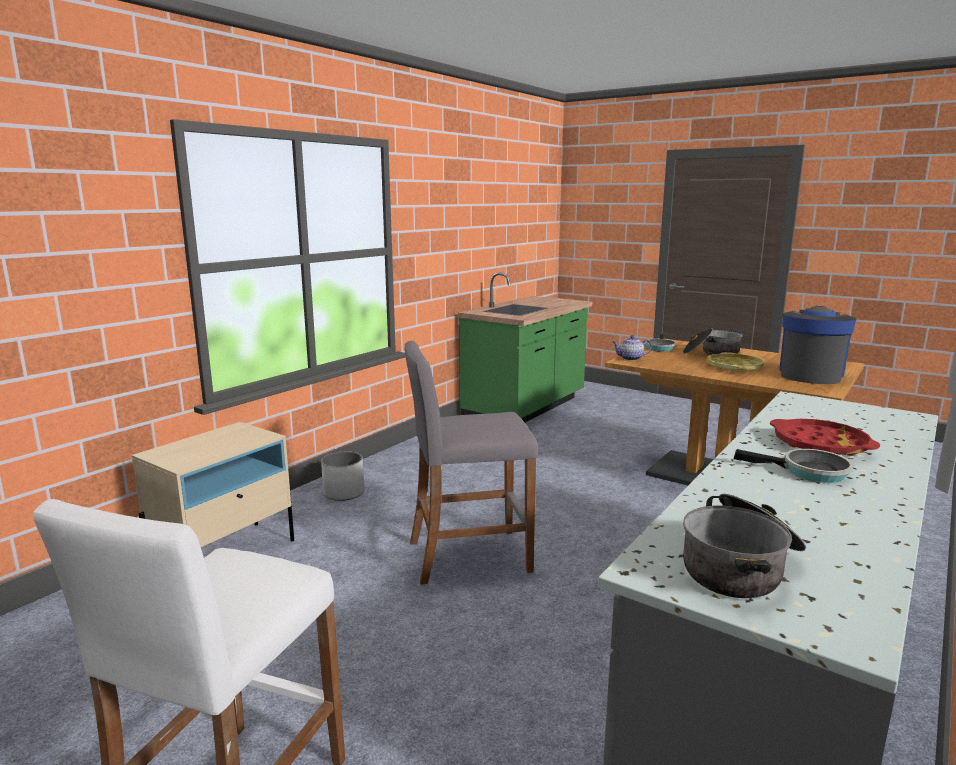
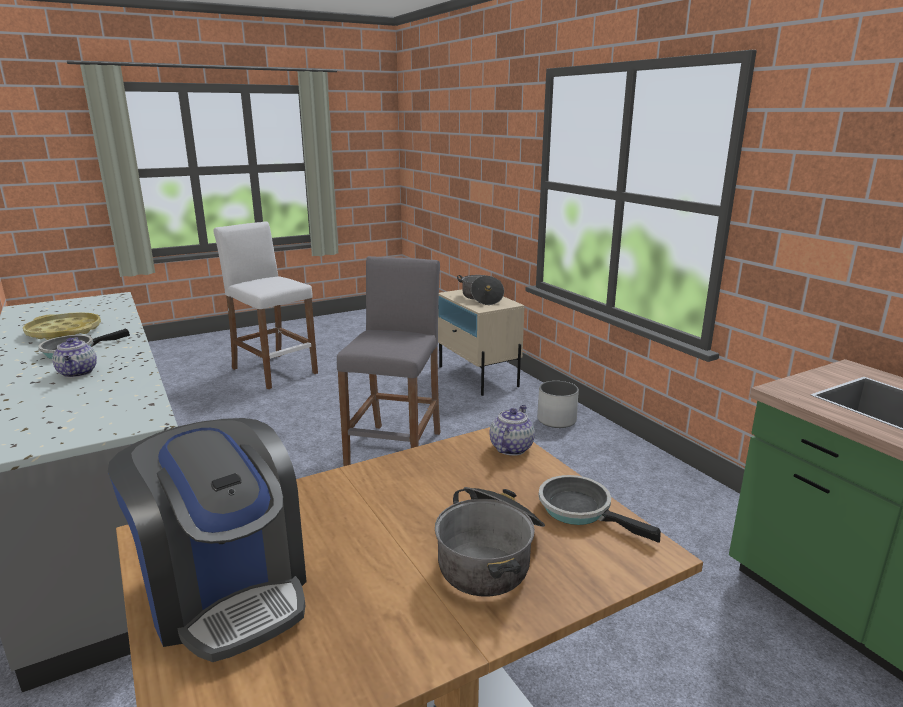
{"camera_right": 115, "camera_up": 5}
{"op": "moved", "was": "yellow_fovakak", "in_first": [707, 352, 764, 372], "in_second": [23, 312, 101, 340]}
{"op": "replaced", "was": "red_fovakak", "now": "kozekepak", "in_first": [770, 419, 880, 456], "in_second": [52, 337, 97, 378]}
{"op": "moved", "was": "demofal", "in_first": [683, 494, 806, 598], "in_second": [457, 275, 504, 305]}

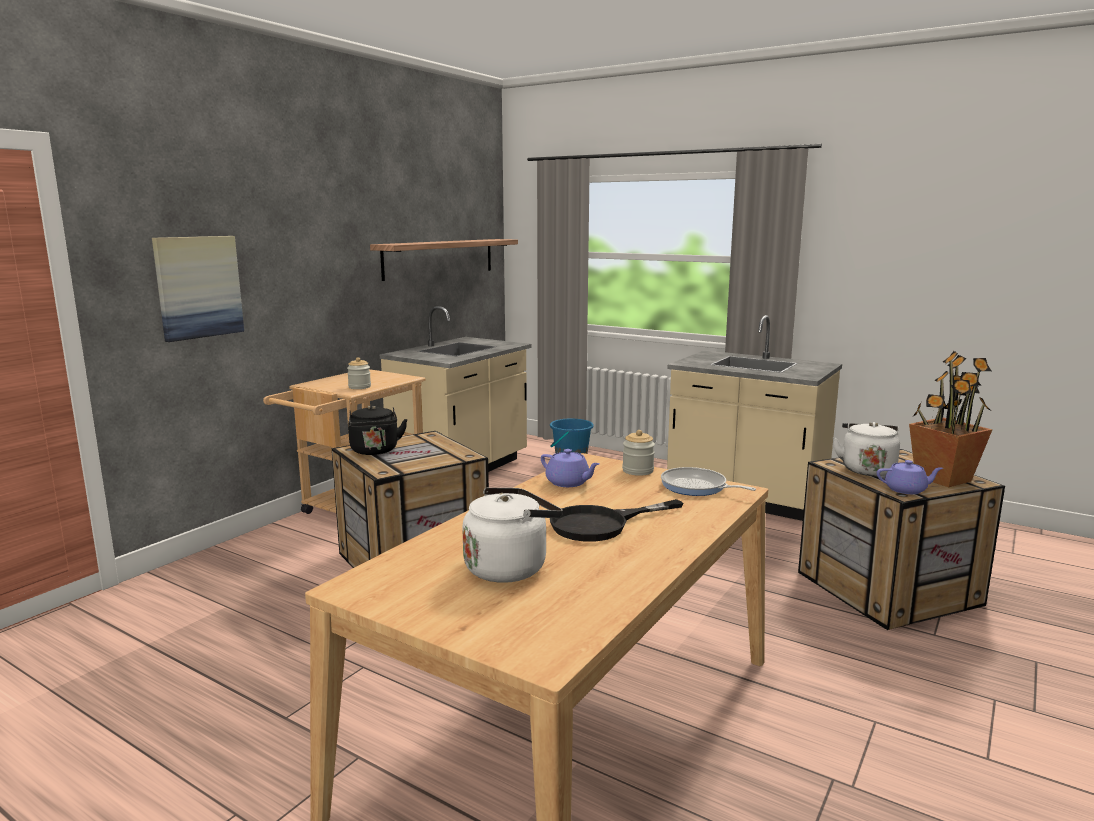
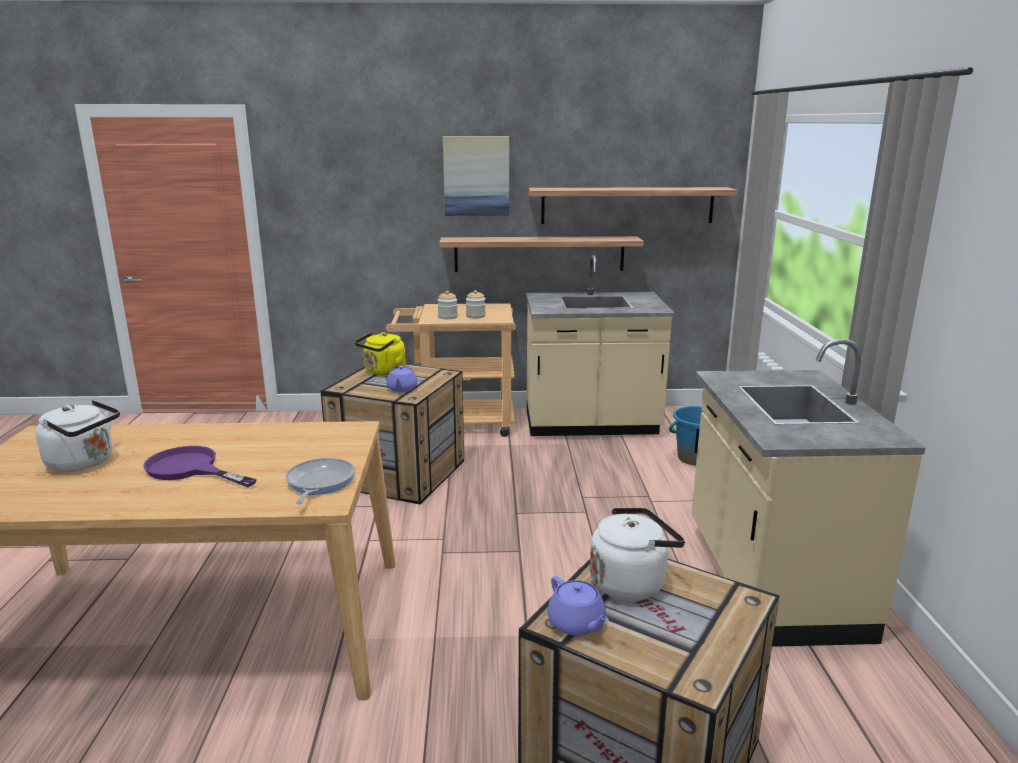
{"camera_right": 55, "camera_up": 5}
{"op": "moved", "was": "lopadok", "in_first": [152, 236, 244, 342], "in_second": [443, 136, 509, 216]}
{"op": "removed", "was": "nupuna", "in_first": [909, 351, 993, 487]}
{"op": "recoloured", "was": "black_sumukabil", "now": "yellow_sumukabil", "in_first": [348, 405, 408, 455], "in_second": [354, 332, 405, 375]}
{"op": "moved", "was": "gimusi", "in_first": [622, 430, 655, 476], "in_second": [466, 290, 486, 318]}
{"op": "moved", "was": "purple_kozekepak", "in_first": [541, 449, 600, 487], "in_second": [386, 365, 418, 392]}
{"op": "recoloured", "was": "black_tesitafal", "now": "purple_tesitafal", "in_first": [550, 499, 683, 541], "in_second": [143, 446, 257, 488]}
{"op": "added", "now": "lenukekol", "in_second": [439, 236, 644, 272]}

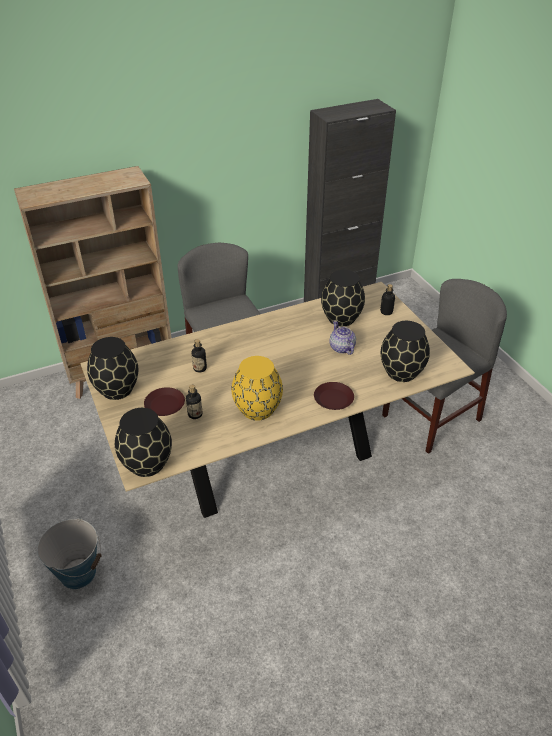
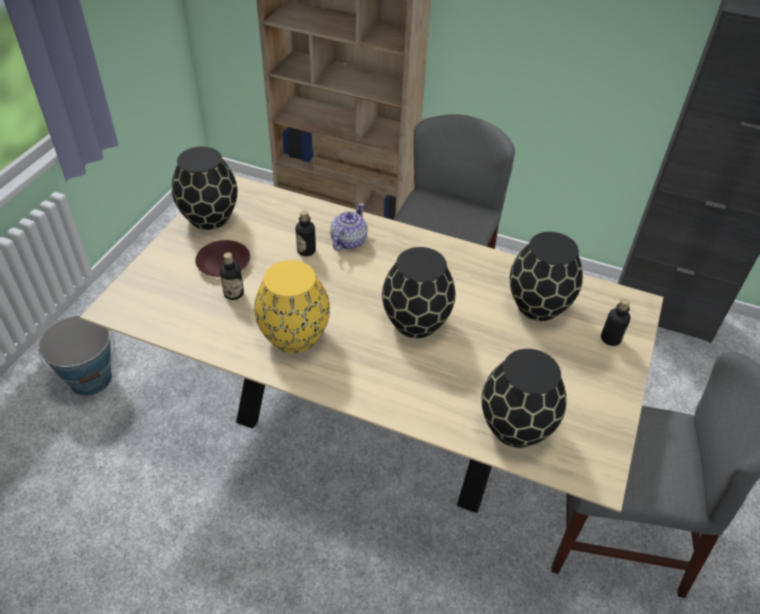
{"camera_right": 45, "camera_up": 5}
{"op": "moved", "was": "kozekepak", "in_first": [329, 321, 356, 355], "in_second": [330, 203, 368, 251]}
{"op": "removed", "was": "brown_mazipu", "in_first": [314, 382, 354, 410]}
{"op": "moved", "was": "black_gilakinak", "in_first": [115, 408, 172, 477], "in_second": [382, 247, 455, 338]}

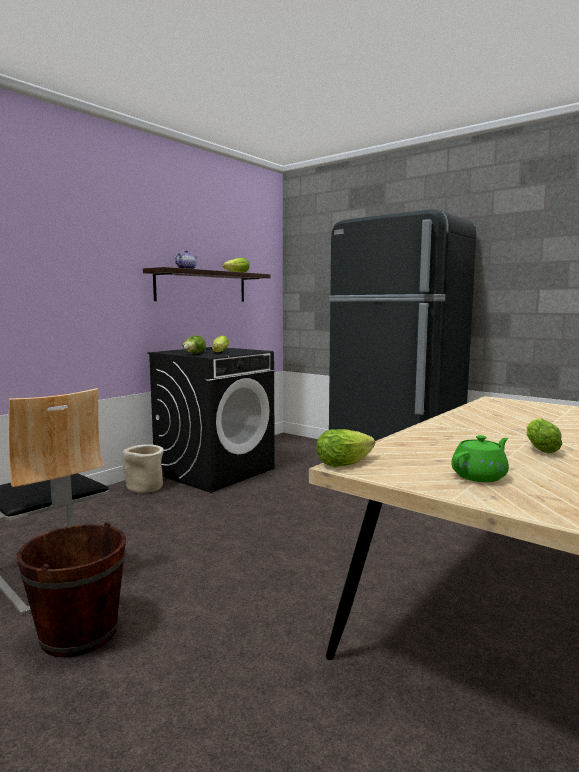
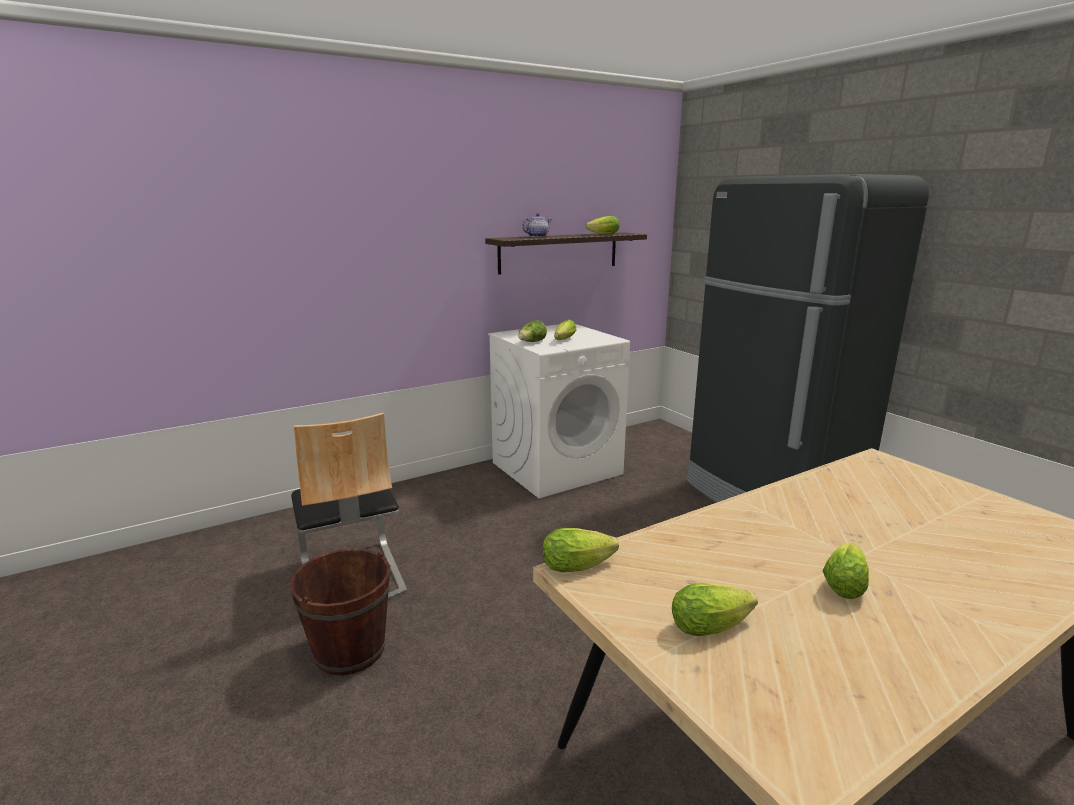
{"camera_right": 20, "camera_up": 10}
{"op": "recoloured", "was": "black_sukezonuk", "now": "white_sukezonuk", "in_first": [147, 347, 275, 493], "in_second": [488, 324, 630, 498]}
{"op": "replaced", "was": "green_kozekepak", "now": "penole", "in_first": [451, 435, 509, 482], "in_second": [672, 583, 758, 636]}
{"op": "removed", "was": "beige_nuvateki", "in_first": [123, 444, 164, 493]}

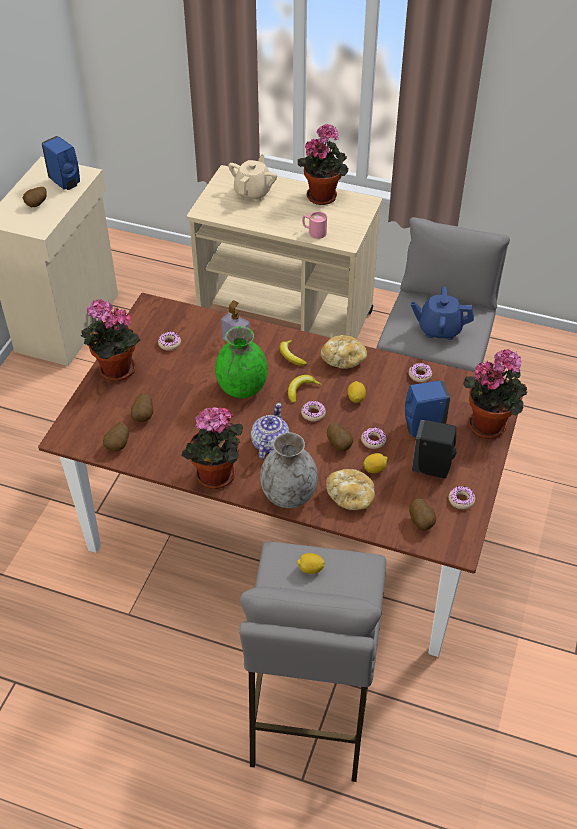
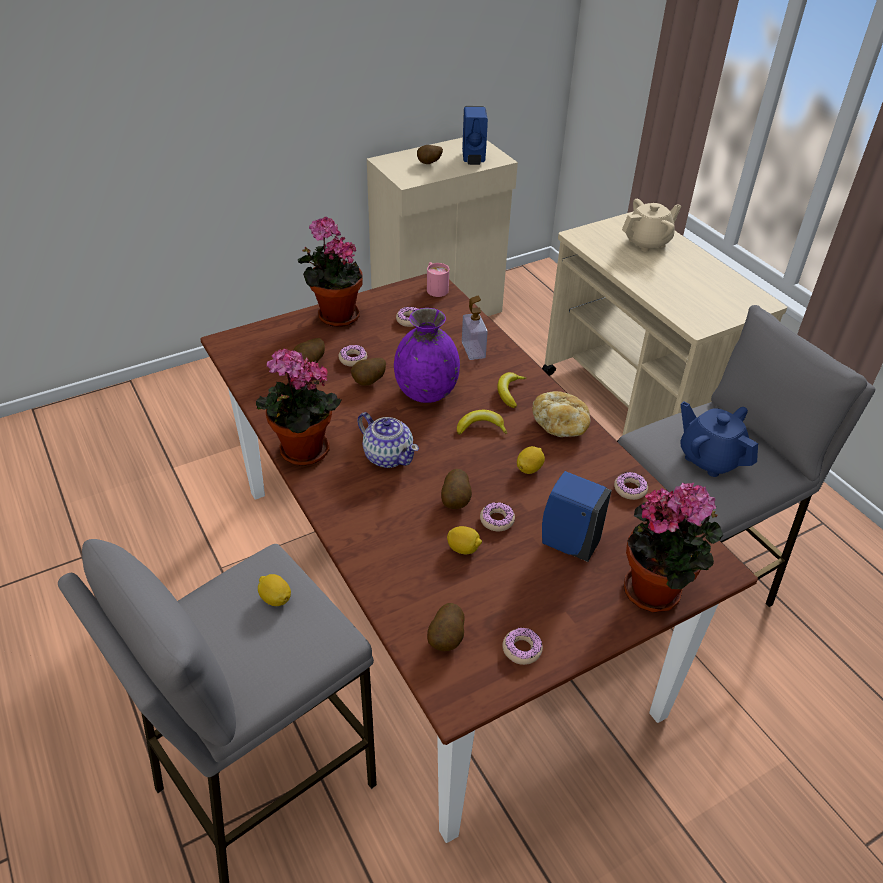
{"camera_right": 40, "camera_up": -5}
{"op": "removed", "was": "nupuna", "in_first": [298, 124, 348, 205]}
{"op": "moved", "was": "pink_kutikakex", "in_first": [302, 212, 327, 239], "in_second": [427, 262, 449, 297]}
{"op": "recoloured", "was": "green_gilakinak", "now": "purple_gilakinak", "in_first": [215, 326, 268, 398], "in_second": [394, 308, 460, 403]}
{"op": "moved", "was": "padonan", "in_first": [301, 401, 326, 422], "in_second": [338, 345, 367, 367]}
{"op": "turned", "was": "kozekepak", "in_first": [251, 403, 289, 459], "in_second": [357, 412, 419, 468], "clockwise": 75}
{"op": "removed", "was": "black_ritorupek", "in_first": [412, 420, 457, 479]}
{"op": "moved", "was": "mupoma", "in_first": [103, 422, 129, 451], "in_second": [351, 358, 386, 386]}
{"op": "removed", "was": "grey_gilakinak", "in_first": [260, 432, 318, 508]}
{"op": "removed", "was": "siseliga", "in_first": [326, 469, 375, 510]}

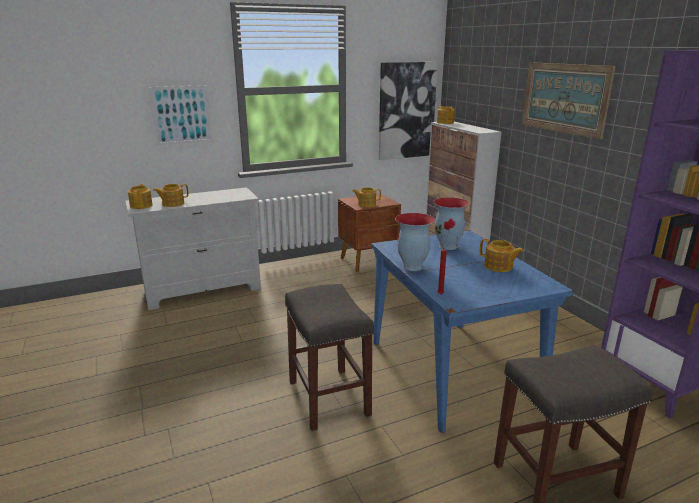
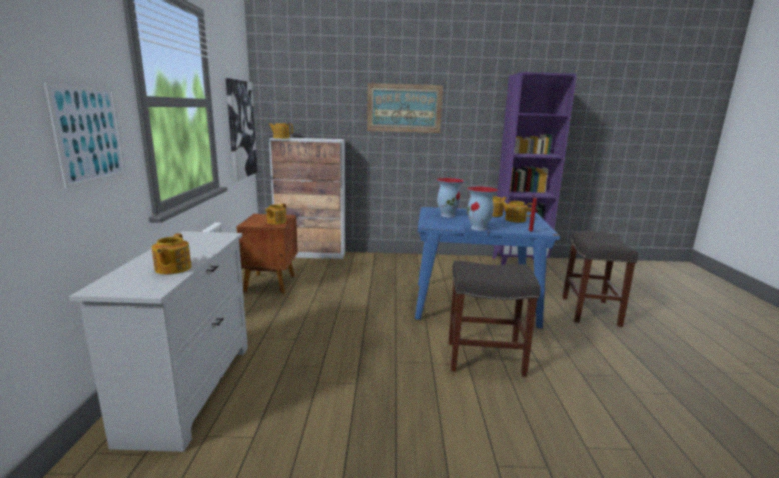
{"camera_right": -65, "camera_up": -5}
{"op": "moved", "was": "kozekepak", "in_first": [128, 184, 153, 209], "in_second": [500, 201, 532, 223]}

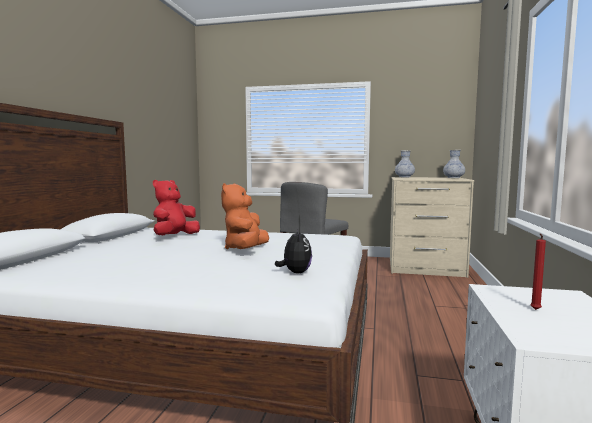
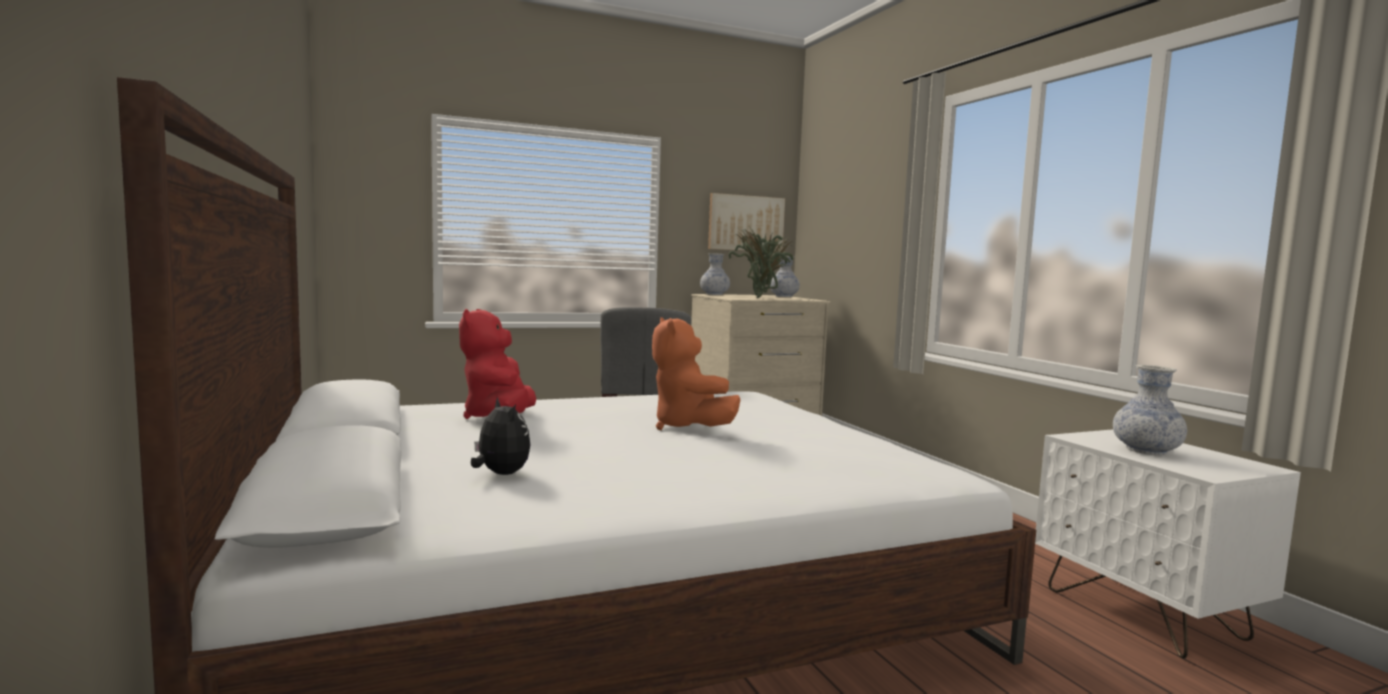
{"camera_right": -35, "camera_up": 0}
{"op": "moved", "was": "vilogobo", "in_first": [275, 229, 312, 273], "in_second": [471, 397, 530, 475]}
{"op": "replaced", "was": "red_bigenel", "now": "gilakinak", "in_first": [530, 233, 546, 310], "in_second": [1113, 365, 1187, 455]}
{"op": "added", "now": "lopadok", "in_second": [708, 193, 785, 252]}
{"op": "added", "now": "nupuna", "in_second": [729, 227, 793, 298]}

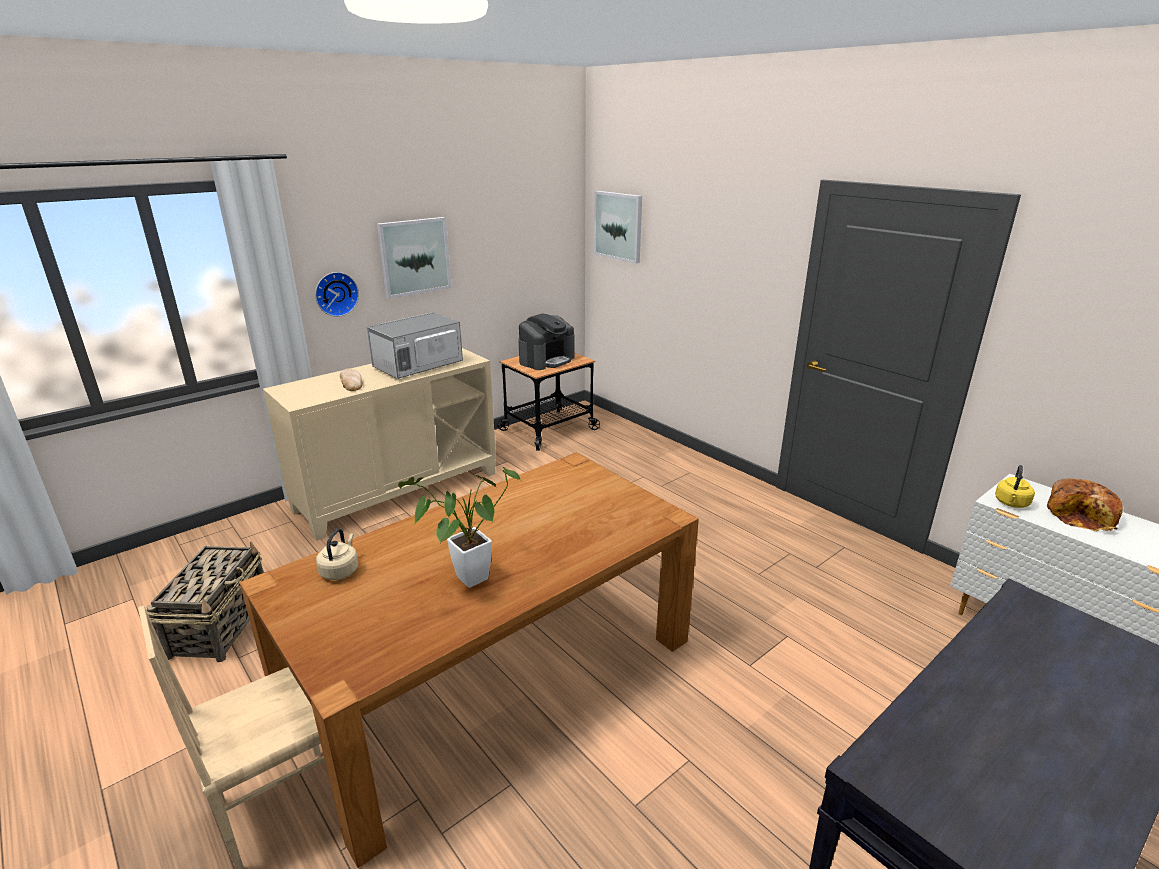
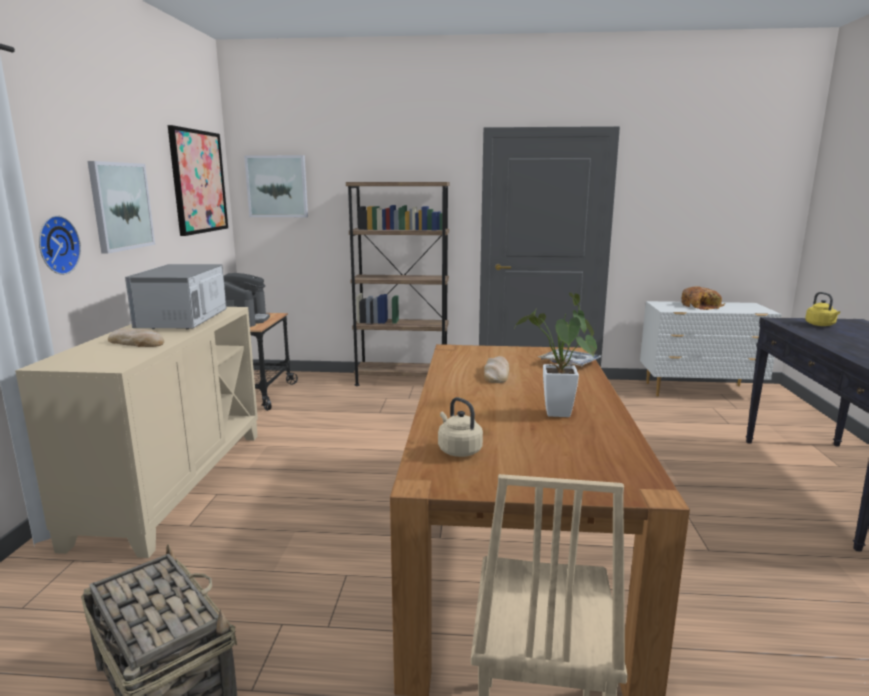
{"camera_right": -45, "camera_up": -10}
{"op": "moved", "was": "yellow_sumukabil", "in_first": [995, 465, 1035, 508], "in_second": [805, 292, 840, 326]}
{"op": "added", "now": "lopadok", "in_second": [168, 125, 228, 236]}
{"op": "added", "now": "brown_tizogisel", "in_second": [346, 182, 450, 386]}
{"op": "added", "now": "fovakak", "in_second": [538, 348, 602, 366]}
{"op": "added", "now": "siseliga", "in_second": [484, 356, 509, 383]}

